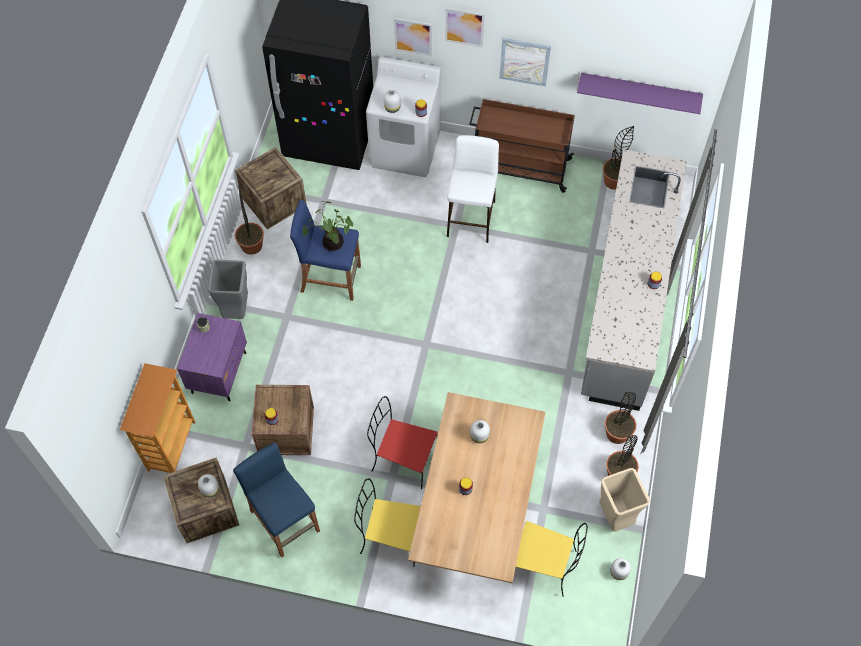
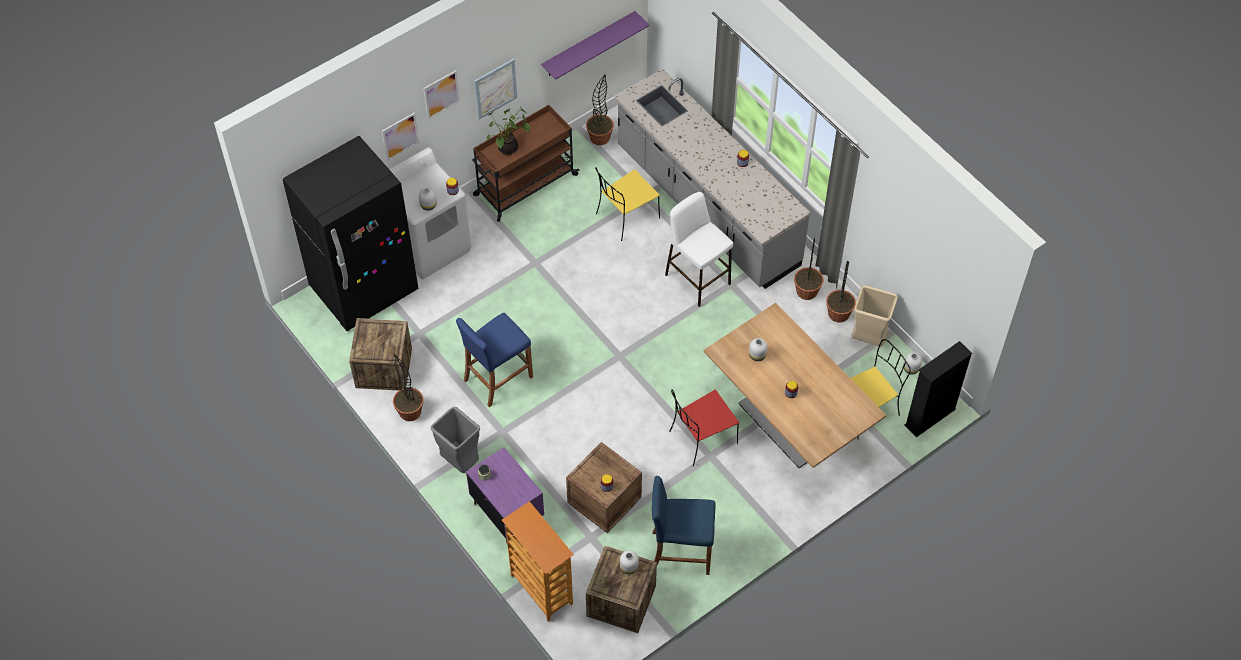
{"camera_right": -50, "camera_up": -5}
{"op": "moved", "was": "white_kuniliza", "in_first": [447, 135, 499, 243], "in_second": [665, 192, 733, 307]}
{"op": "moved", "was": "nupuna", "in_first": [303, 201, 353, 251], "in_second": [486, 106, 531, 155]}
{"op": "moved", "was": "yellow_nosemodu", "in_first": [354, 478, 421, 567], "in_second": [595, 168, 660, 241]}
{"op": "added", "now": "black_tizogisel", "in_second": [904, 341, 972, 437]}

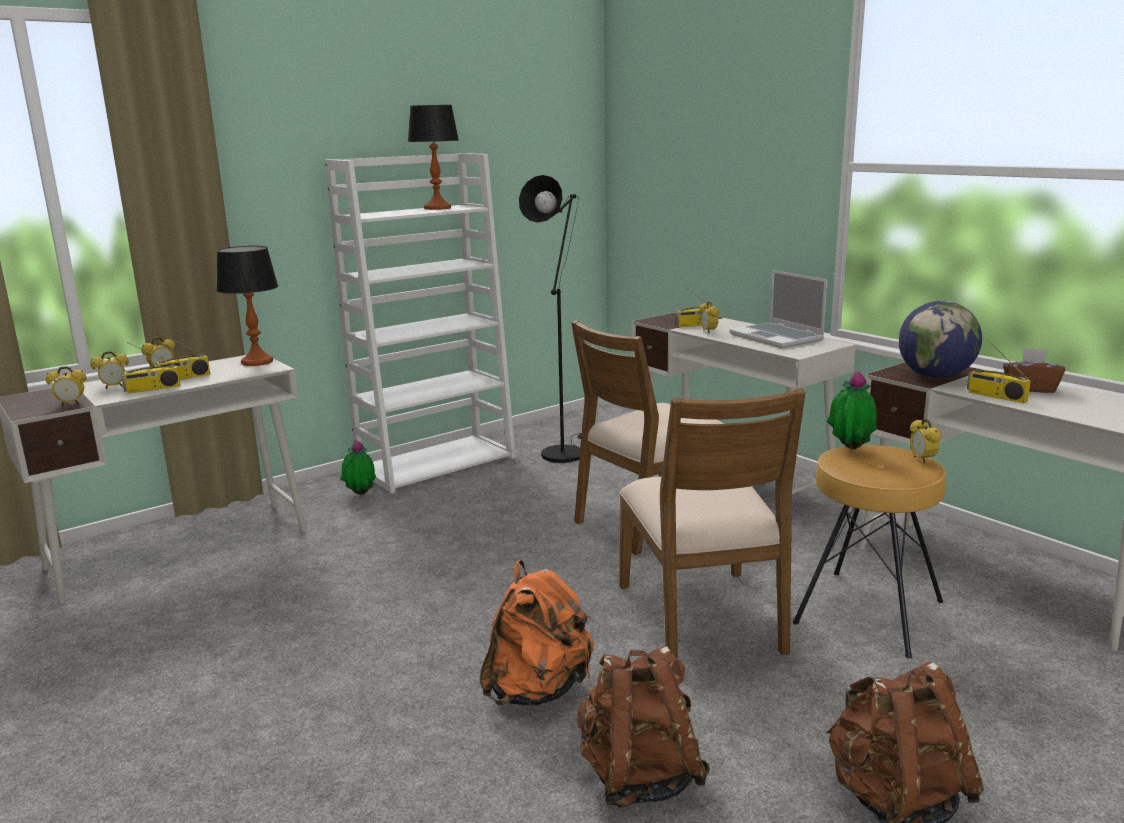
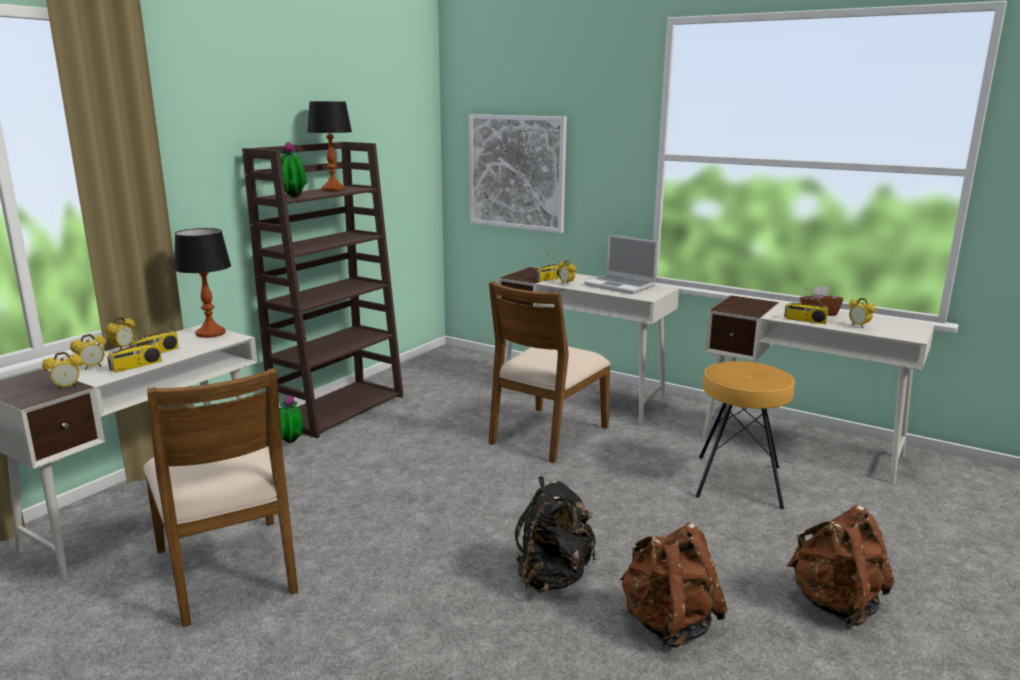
{"camera_right": -20, "camera_up": 0}
{"op": "recoloured", "was": "white_tizogisel", "now": "brown_tizogisel", "in_first": [325, 153, 516, 493], "in_second": [242, 142, 404, 438]}
{"op": "removed", "was": "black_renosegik", "in_first": [519, 175, 582, 463]}
{"op": "removed", "was": "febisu", "in_first": [899, 301, 982, 379]}
{"op": "moved", "was": "nupuna", "in_first": [827, 371, 877, 449], "in_second": [280, 142, 307, 198]}
{"op": "moved", "was": "brown_nosemodu", "in_first": [620, 389, 805, 659], "in_second": [143, 368, 298, 627]}
{"op": "moved", "was": "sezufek", "in_first": [910, 419, 941, 463], "in_second": [849, 298, 875, 328]}
{"op": "recoloured", "was": "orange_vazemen", "now": "black_vazemen", "in_first": [479, 560, 594, 706], "in_second": [515, 476, 596, 593]}
{"op": "added", "now": "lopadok", "in_second": [469, 114, 567, 233]}

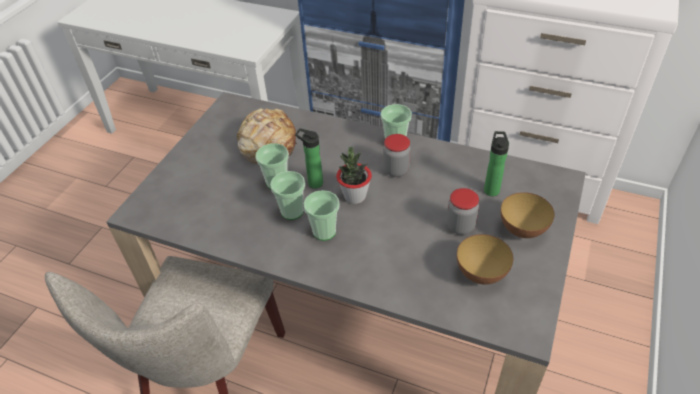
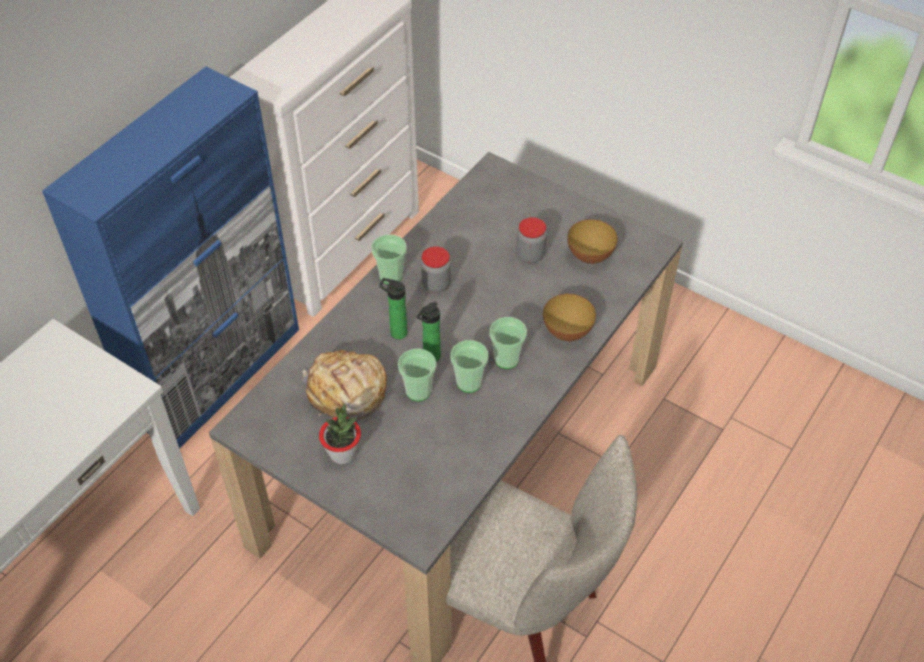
{"camera_right": -80, "camera_up": 5}
{"op": "moved", "was": "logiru", "in_first": [484, 131, 509, 196], "in_second": [379, 278, 408, 339]}
{"op": "moved", "was": "nupuna", "in_first": [336, 147, 372, 204], "in_second": [319, 404, 361, 464]}
{"op": "moved", "was": "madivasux", "in_first": [501, 192, 555, 238], "in_second": [543, 294, 596, 341]}

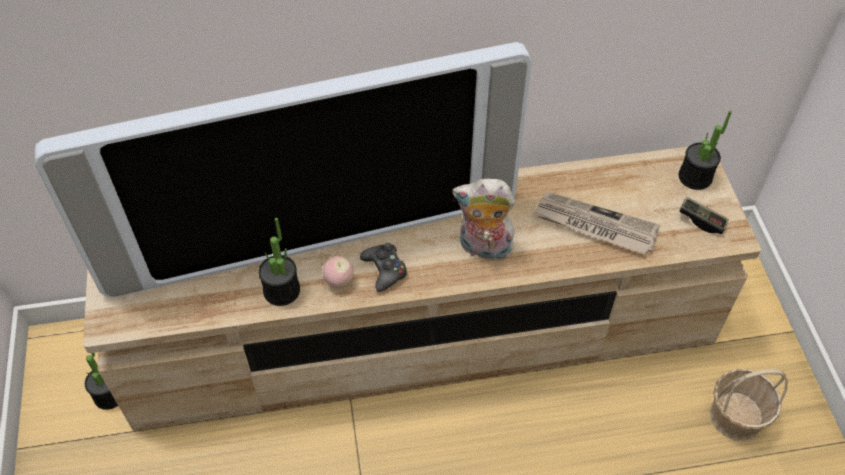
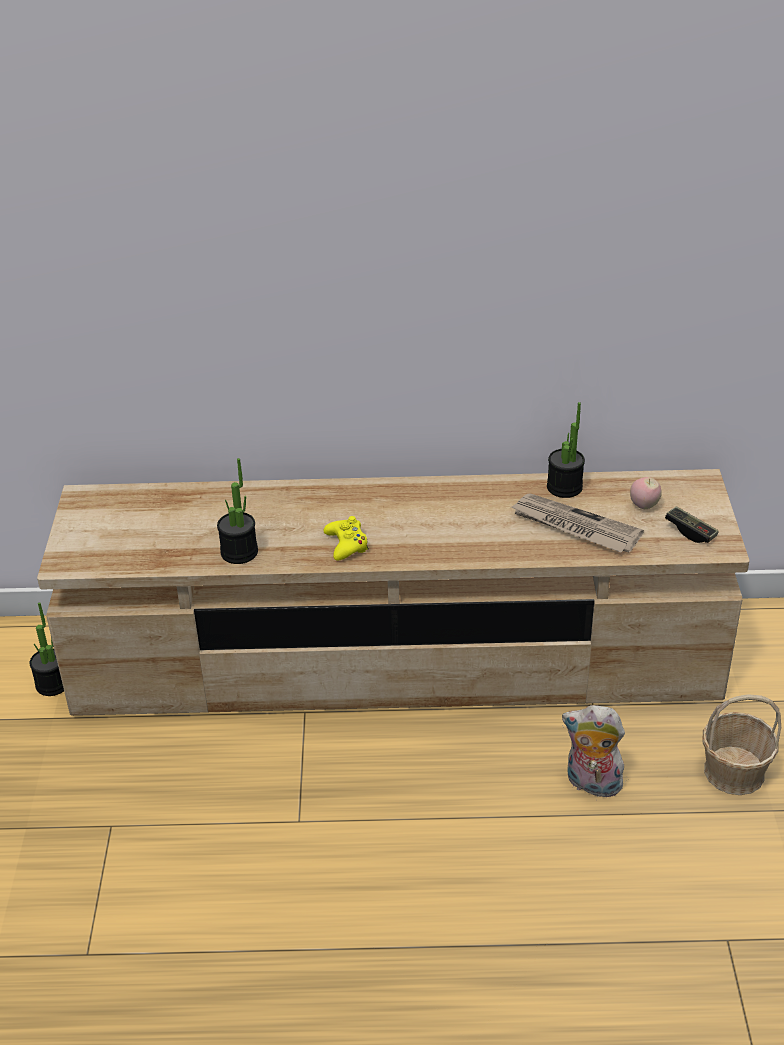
{"camera_right": 10, "camera_up": -15}
{"op": "removed", "was": "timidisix", "in_first": [34, 42, 532, 297]}
{"op": "moved", "was": "nupuna", "in_first": [679, 110, 732, 190], "in_second": [547, 402, 585, 498]}
{"op": "moved", "was": "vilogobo", "in_first": [453, 178, 518, 261], "in_second": [562, 705, 626, 797]}
{"op": "recoloured", "was": "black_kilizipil", "now": "yellow_kilizipil", "in_first": [360, 243, 407, 292], "in_second": [324, 516, 369, 561]}
{"op": "moved", "was": "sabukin", "in_first": [322, 256, 354, 289], "in_second": [630, 477, 662, 509]}

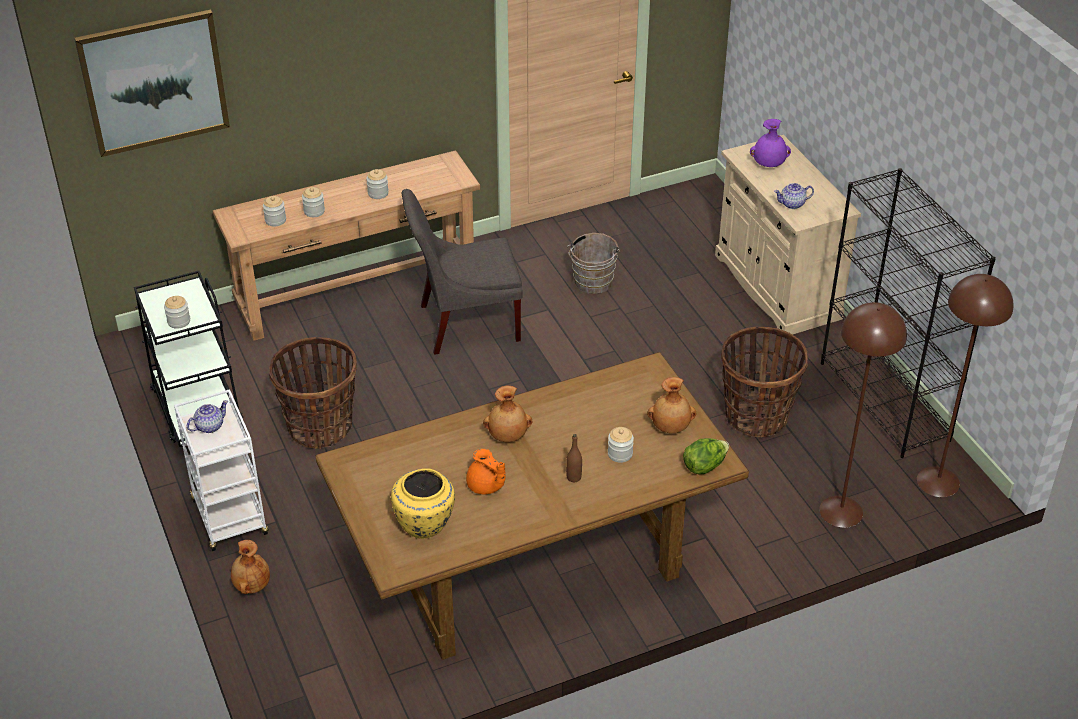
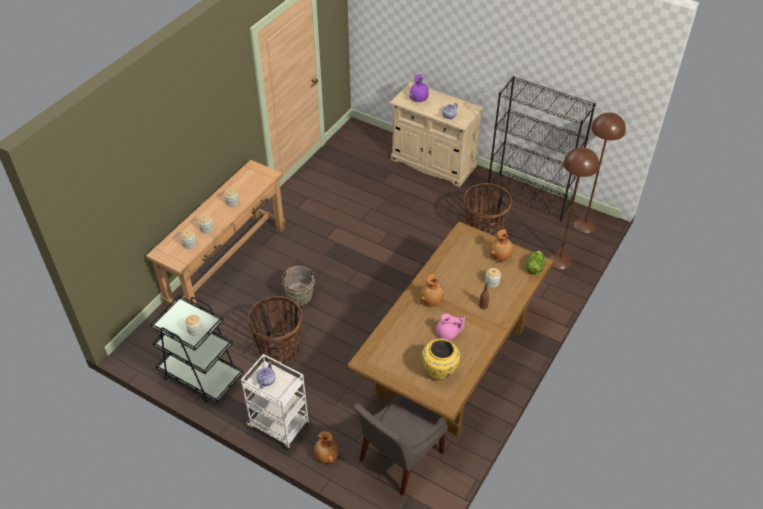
{"camera_right": -35, "camera_up": 5}
{"op": "removed", "was": "lopadok", "in_first": [74, 9, 230, 157]}
{"op": "moved", "was": "grey_nosemodu", "in_first": [402, 189, 523, 355], "in_second": [353, 395, 448, 495]}
{"op": "moved", "was": "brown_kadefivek", "in_first": [567, 233, 620, 294], "in_second": [282, 266, 315, 306]}
{"op": "recoloured", "was": "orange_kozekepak", "now": "pink_kozekepak", "in_first": [466, 449, 506, 494], "in_second": [436, 314, 465, 340]}

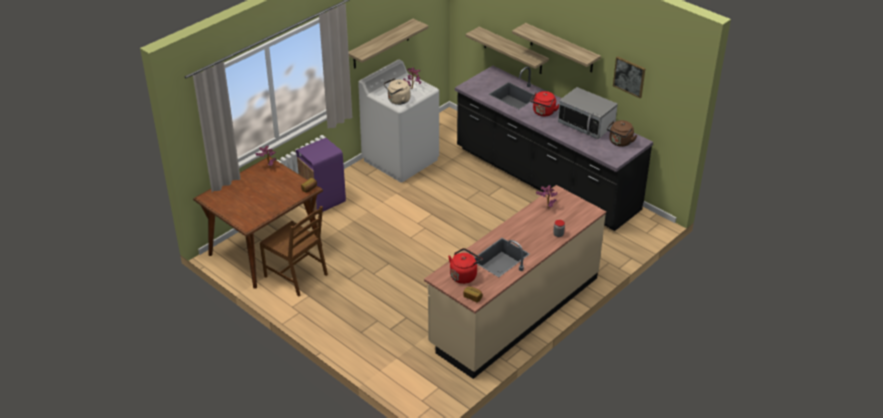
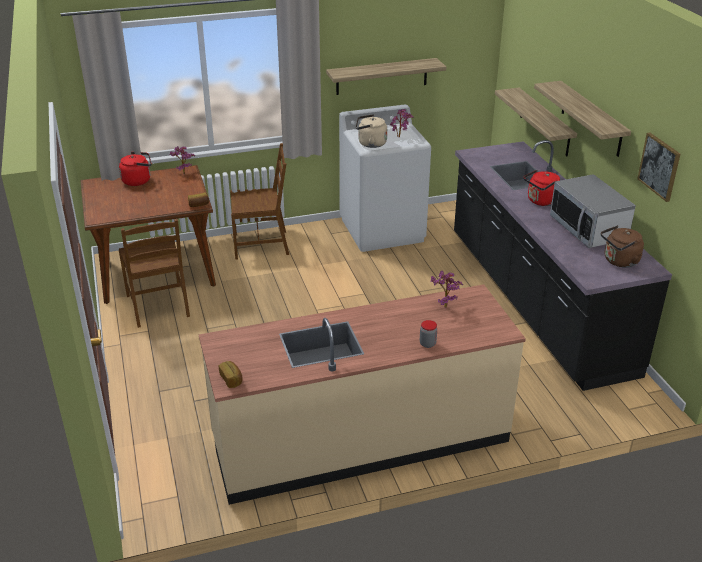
{"camera_right": 30, "camera_up": -5}
{"op": "replaced", "was": "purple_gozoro", "now": "brown_nosemodu", "in_first": [296, 138, 346, 214], "in_second": [230, 143, 289, 260]}
{"op": "moved", "was": "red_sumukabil", "in_first": [448, 248, 483, 284], "in_second": [119, 152, 151, 186]}

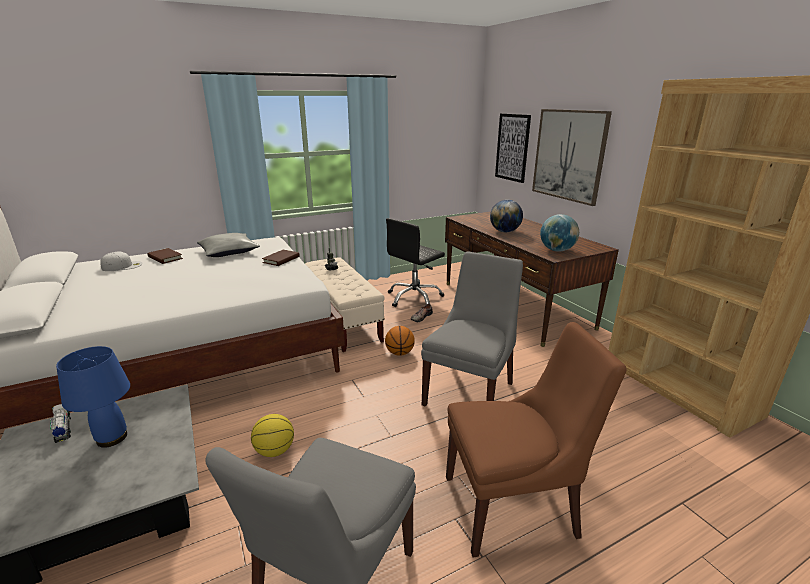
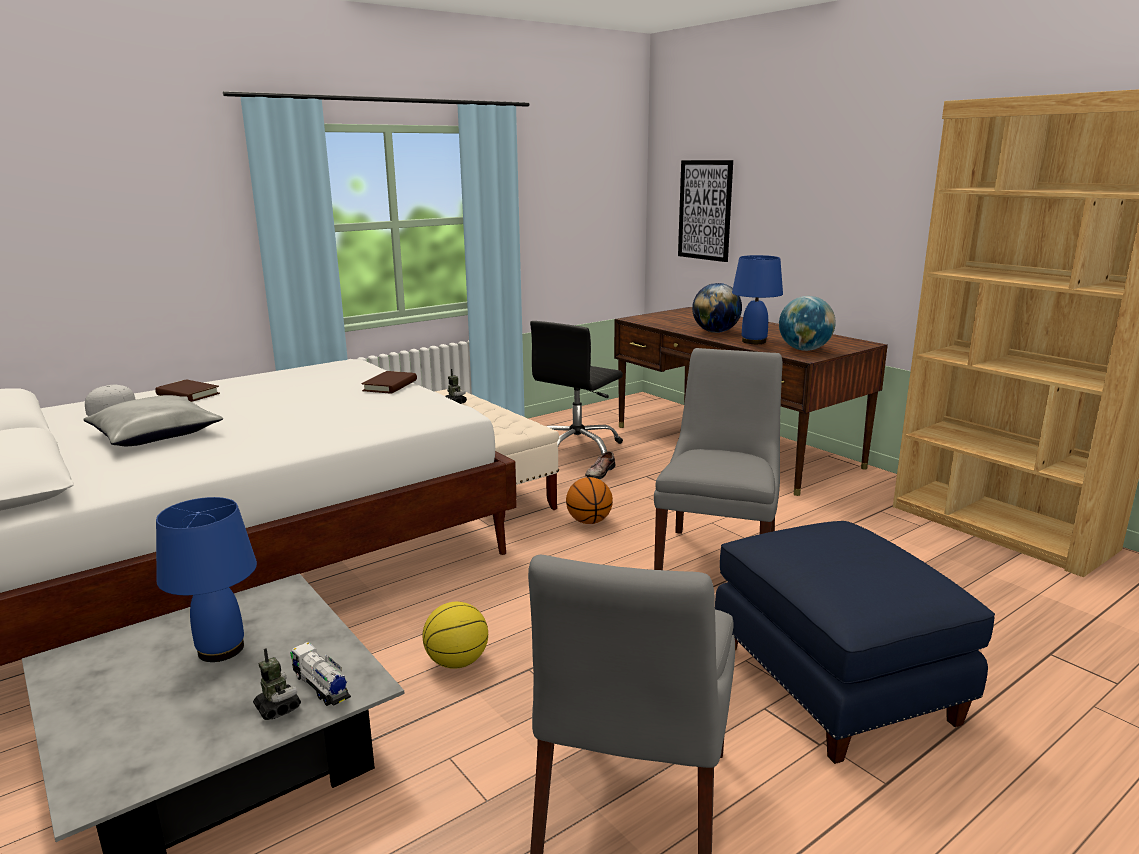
{"camera_right": -10, "camera_up": -5}
{"op": "removed", "was": "lopadok", "in_first": [532, 109, 612, 206]}
{"op": "moved", "was": "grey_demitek", "in_first": [197, 233, 260, 257], "in_second": [83, 395, 223, 446]}
{"op": "replaced", "was": "brown_nosemodu", "now": "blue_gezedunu", "in_first": [446, 322, 627, 557], "in_second": [715, 521, 995, 764]}
{"op": "moved", "was": "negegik", "in_first": [50, 404, 71, 443], "in_second": [290, 642, 351, 706]}
{"op": "added", "now": "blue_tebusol", "in_second": [732, 255, 783, 344]}
{"op": "added", "now": "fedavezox", "in_second": [253, 648, 301, 720]}

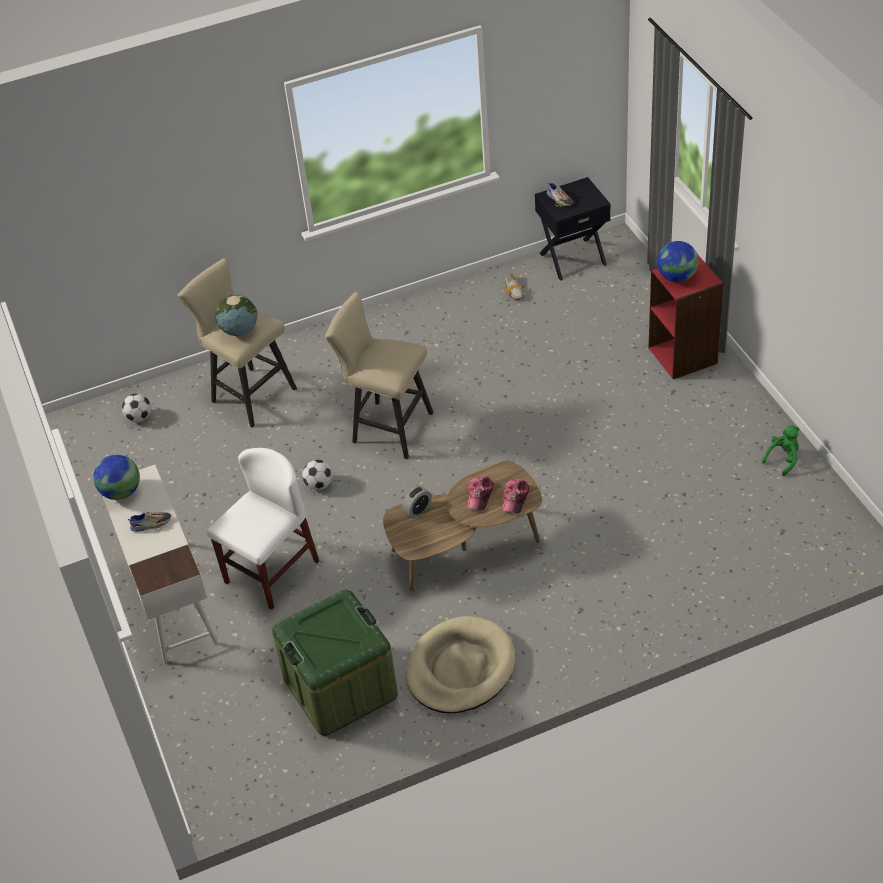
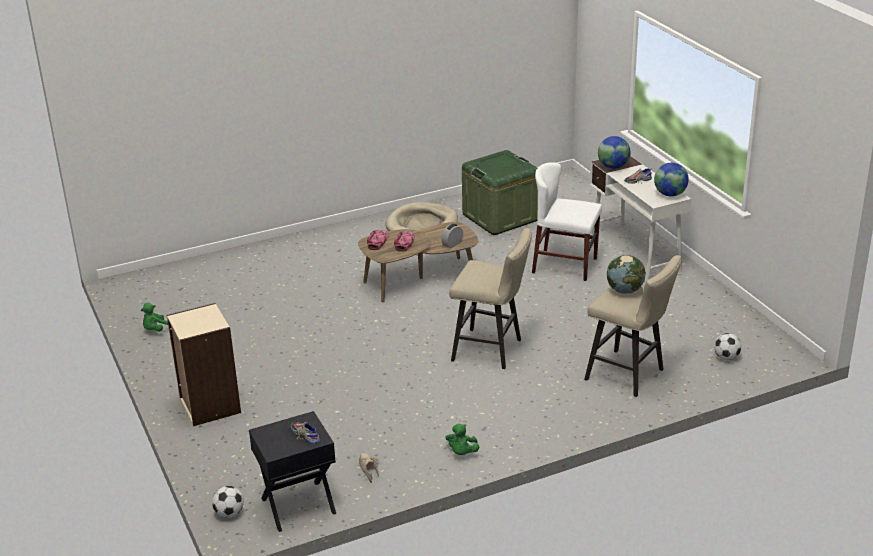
{"camera_right": 175, "camera_up": -15}
{"op": "moved", "was": "febisu", "in_first": [657, 241, 699, 282], "in_second": [598, 136, 630, 169]}
{"op": "recoloured", "was": "red_tizogisel", "now": "beige_tizogisel", "in_first": [648, 254, 724, 379], "in_second": [167, 303, 241, 426]}
{"op": "turned", "was": "white_nosemodu", "in_first": [207, 448, 319, 610], "in_second": [532, 162, 602, 281], "clockwise": 75}
{"op": "moved", "was": "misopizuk", "in_first": [302, 460, 333, 490], "in_second": [212, 486, 244, 518]}
{"op": "added", "now": "green_vilogobo", "in_second": [445, 424, 479, 455]}

